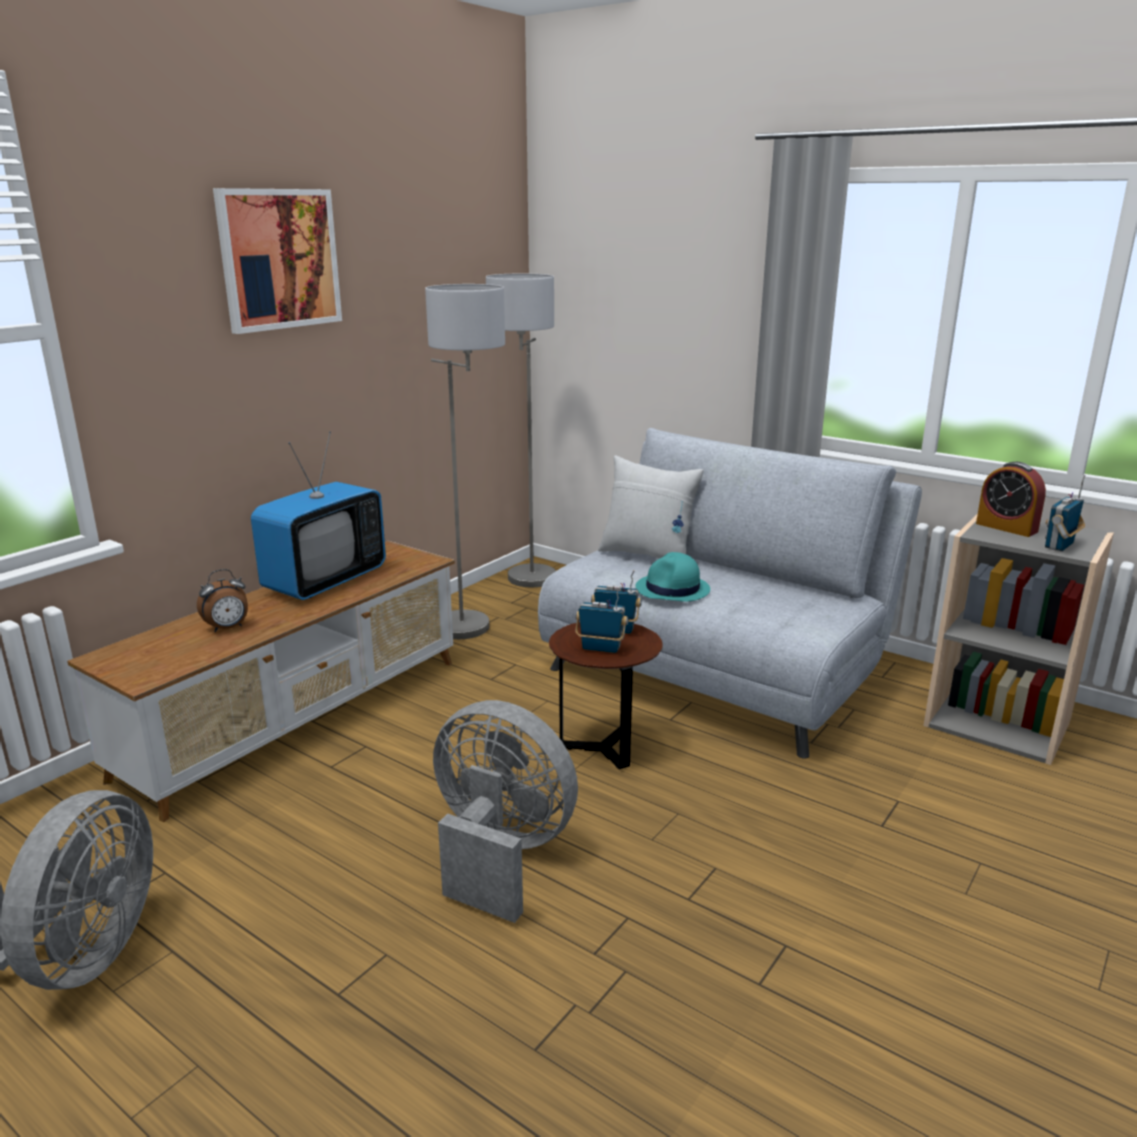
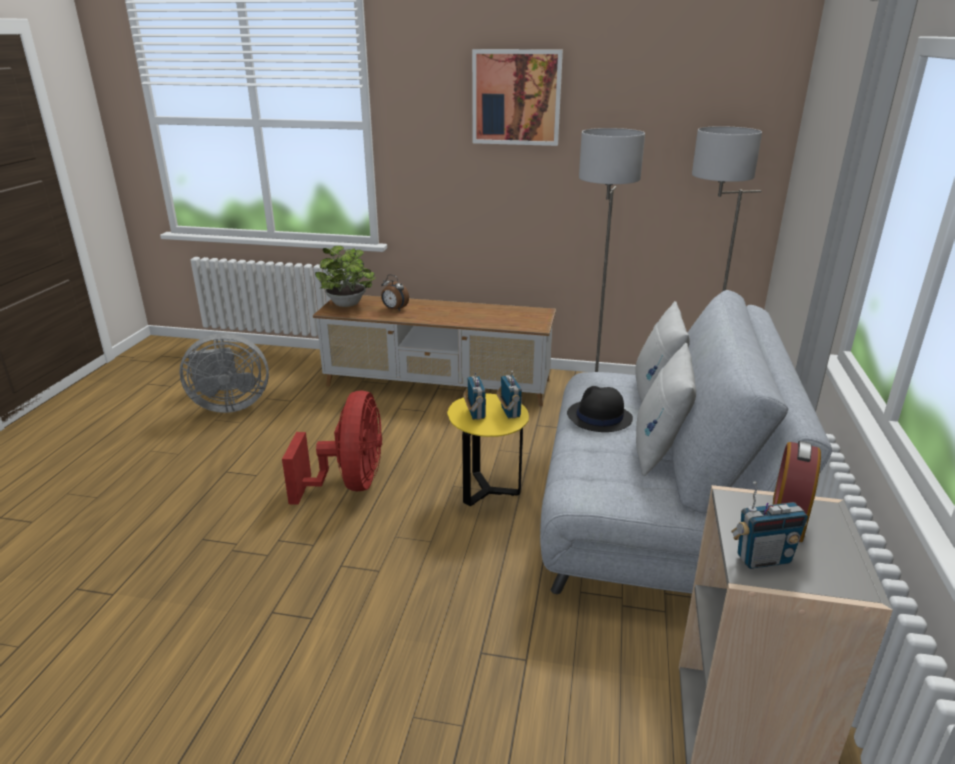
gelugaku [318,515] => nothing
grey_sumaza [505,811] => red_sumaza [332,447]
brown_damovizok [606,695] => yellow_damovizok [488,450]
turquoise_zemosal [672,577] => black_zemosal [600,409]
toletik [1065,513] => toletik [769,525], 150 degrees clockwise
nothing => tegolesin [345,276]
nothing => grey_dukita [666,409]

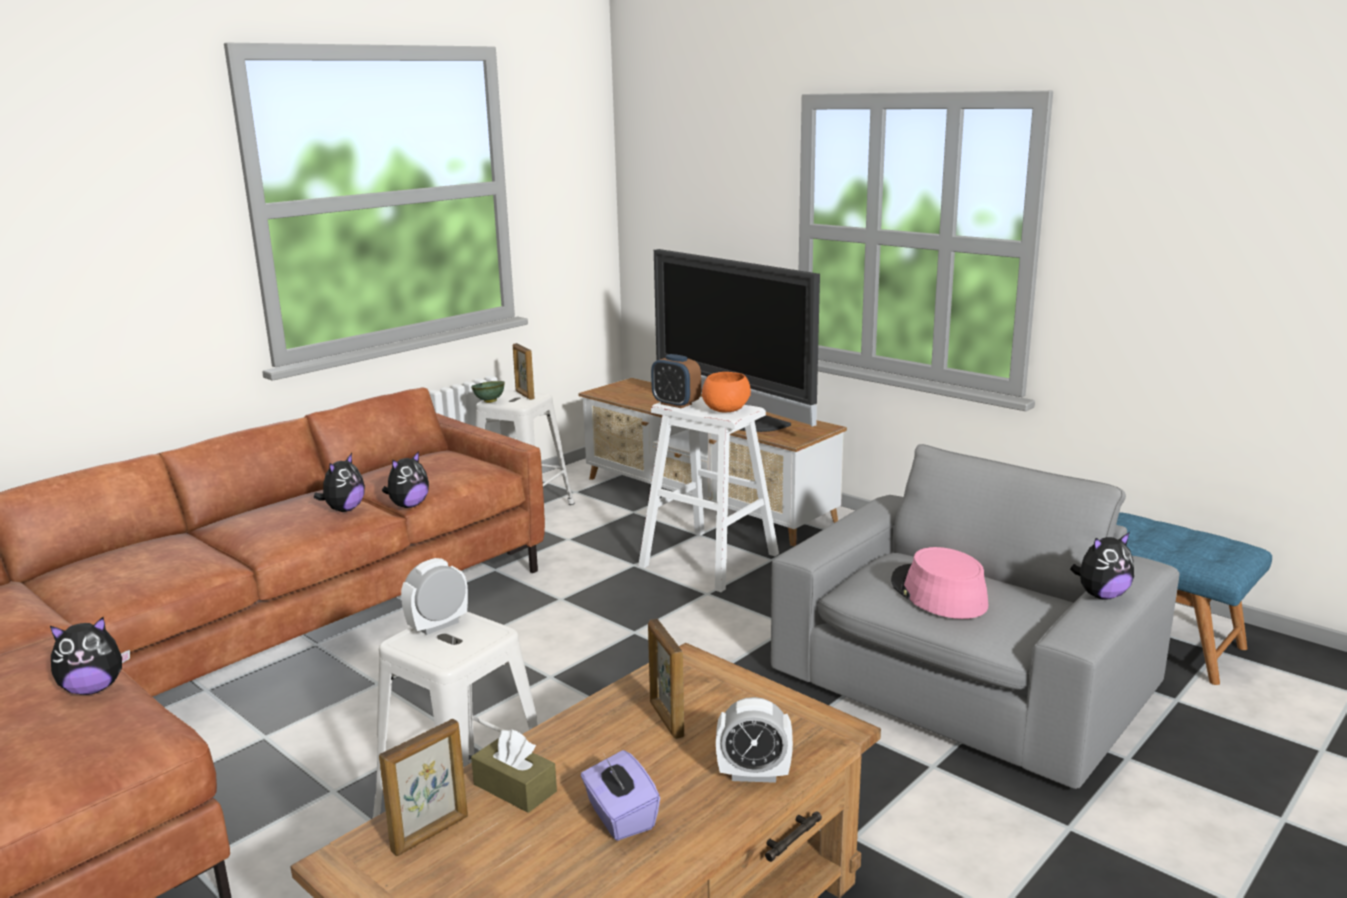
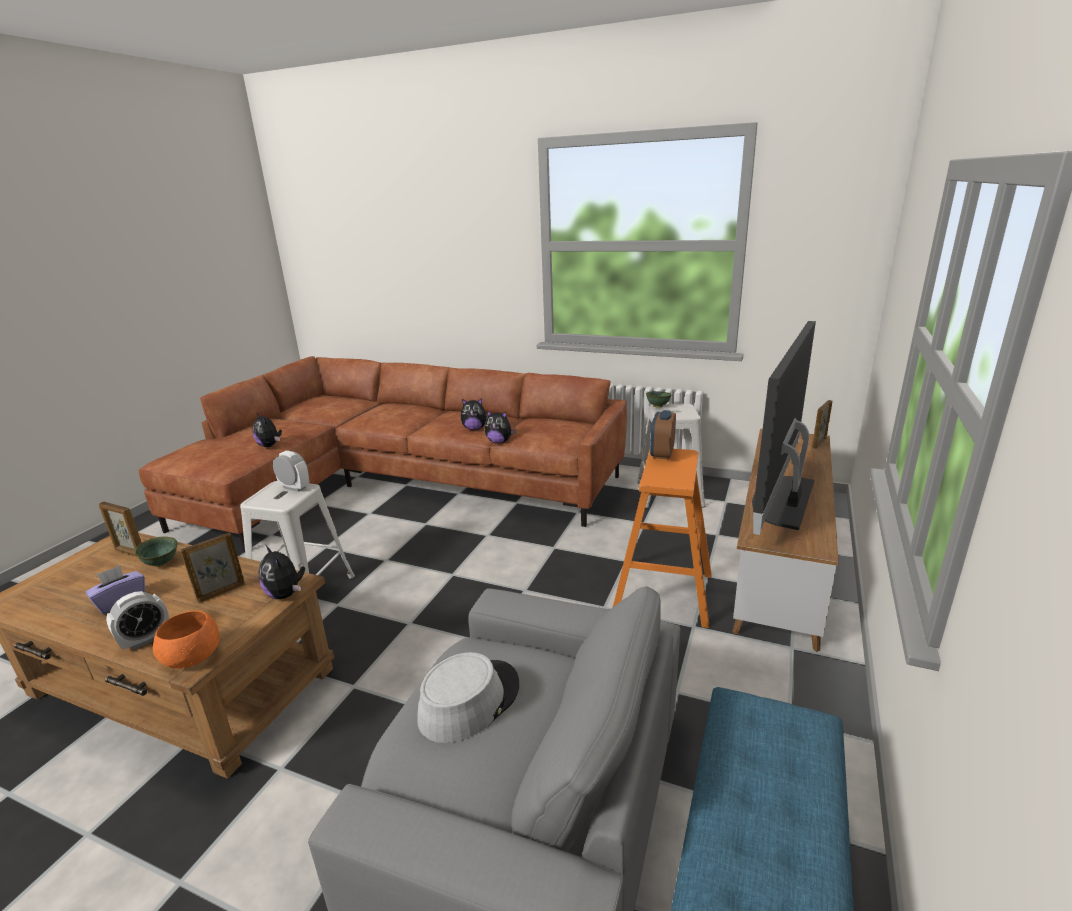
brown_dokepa [514,771] => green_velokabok [156,552]
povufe [524,371] => povufe [822,424], moved
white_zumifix [708,494] => orange_zumifix [662,538]
orange_velokabok [726,392] => orange_velokabok [186,640], moved
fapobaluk [754,740] => fapobaluk [137,620], 120 degrees counterclockwise
pink_zemosal [939,583] => grey_zemosal [468,697]
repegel [1102,566] => repegel [281,572], moved

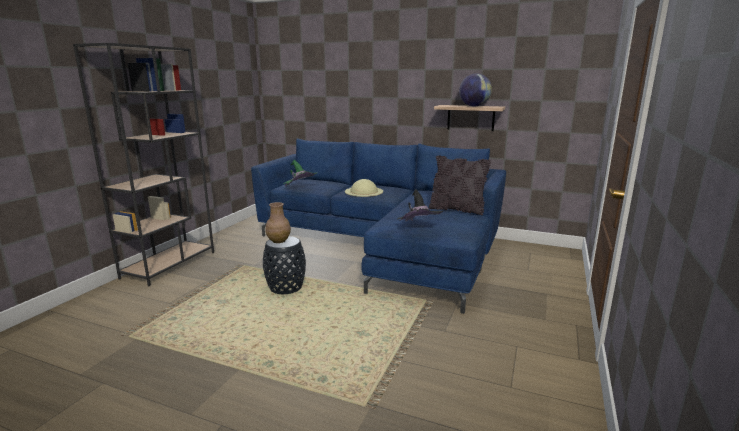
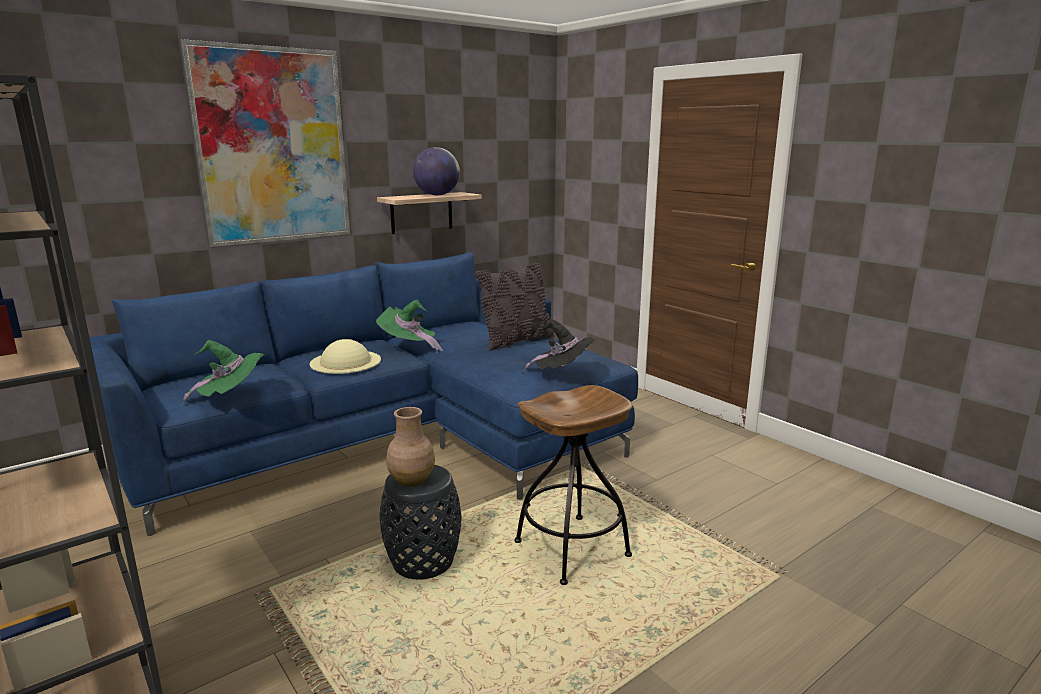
nothing => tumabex [265,143]
nothing => green_zemosal [409,327]
nothing => brown_zumifix [574,485]

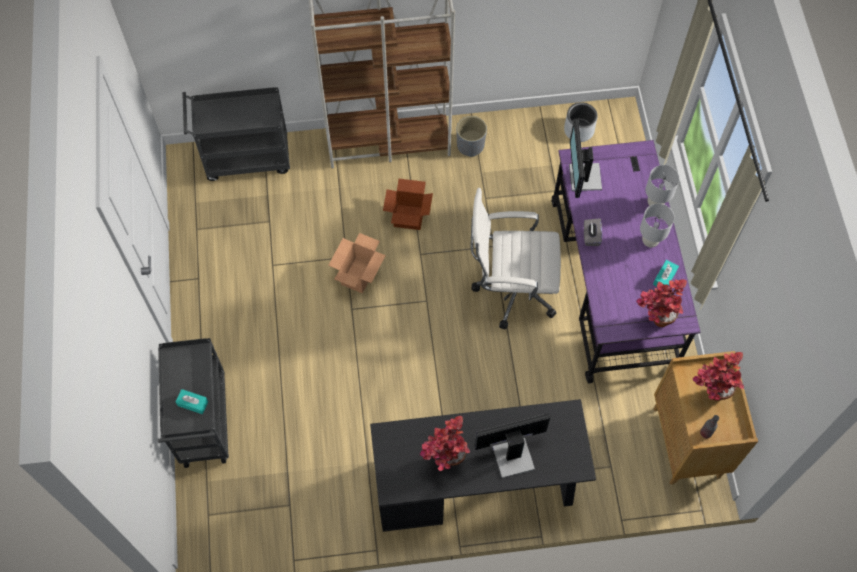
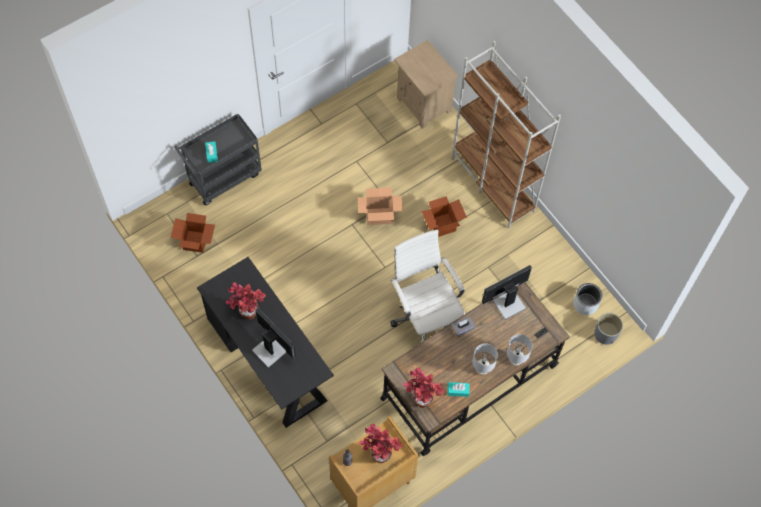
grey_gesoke [236,134] => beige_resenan [426,84]
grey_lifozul [471,136] => grey_lifozul [608,329], moved
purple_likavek [626,262] => brown_likavek [475,369]
nothing => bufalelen [192,233]

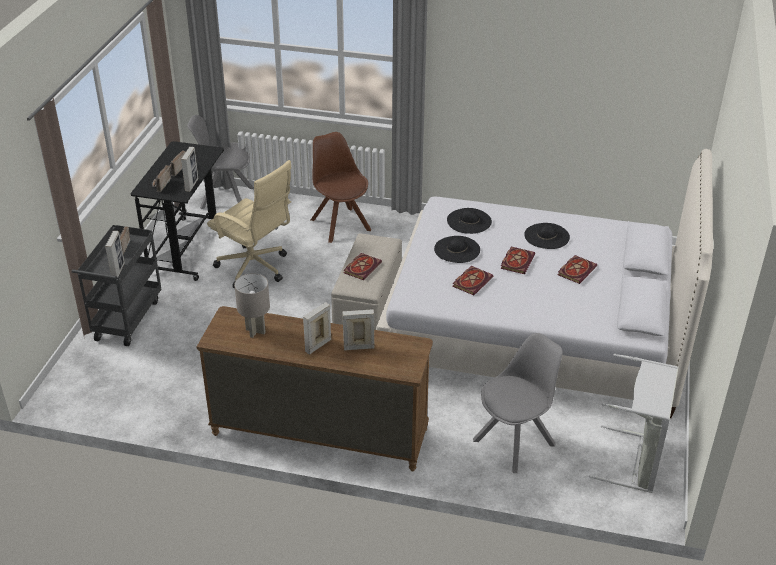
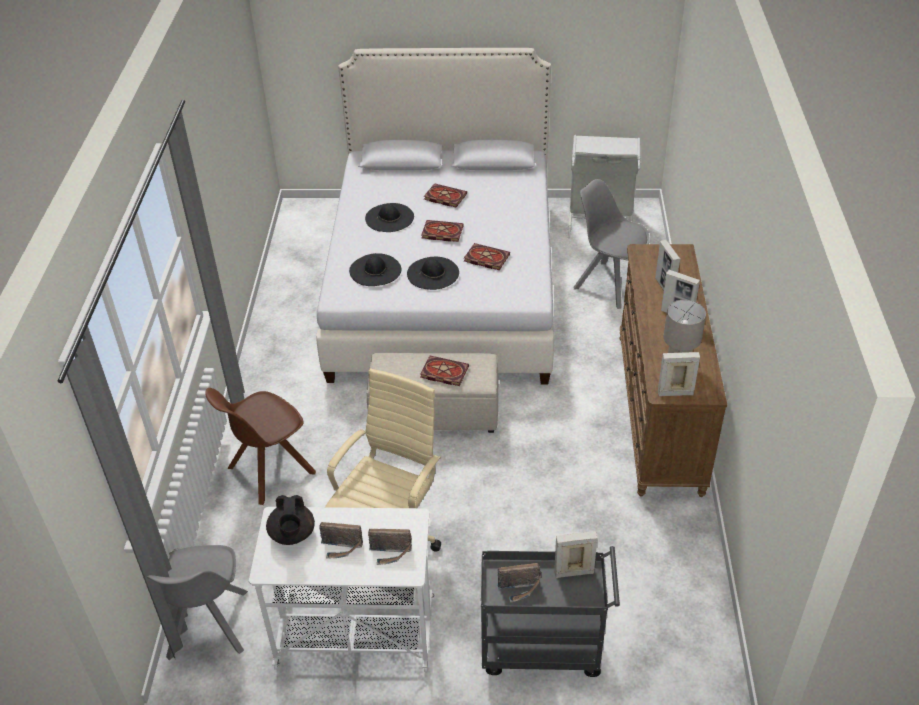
black_likavek [177,211] => white_likavek [341,589]
povufe [189,169] => povufe [679,374], moved
nothing => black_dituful [290,520]

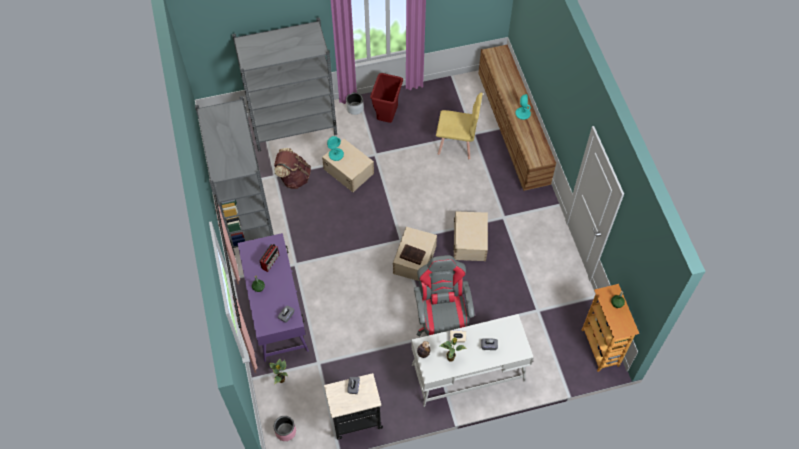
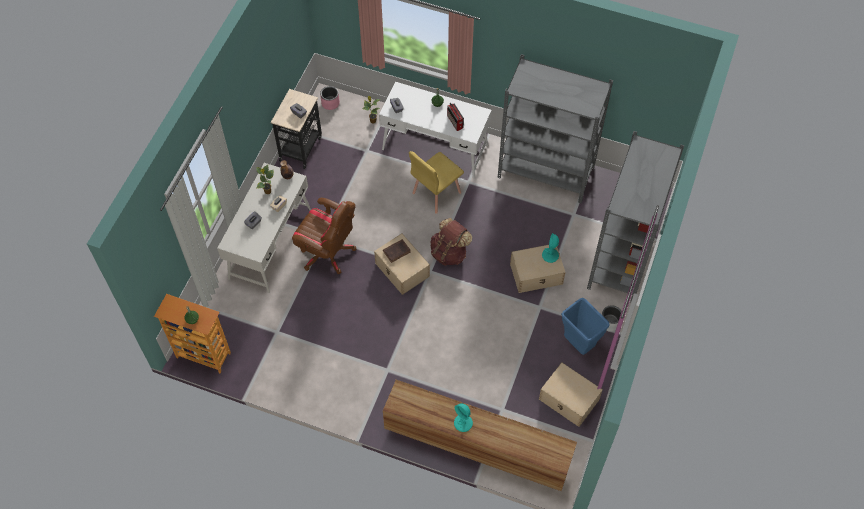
purple_likavek [273,297] => white_likavek [435,130]
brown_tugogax [292,168] => brown_tugogax [451,242], moved
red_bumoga [386,98] => blue_bumoga [585,326]
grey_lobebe [444,295] => brown_lobebe [324,236]
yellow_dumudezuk [459,126] => yellow_dumudezuk [436,182], moved
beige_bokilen [470,236] => beige_bokilen [571,394], moved

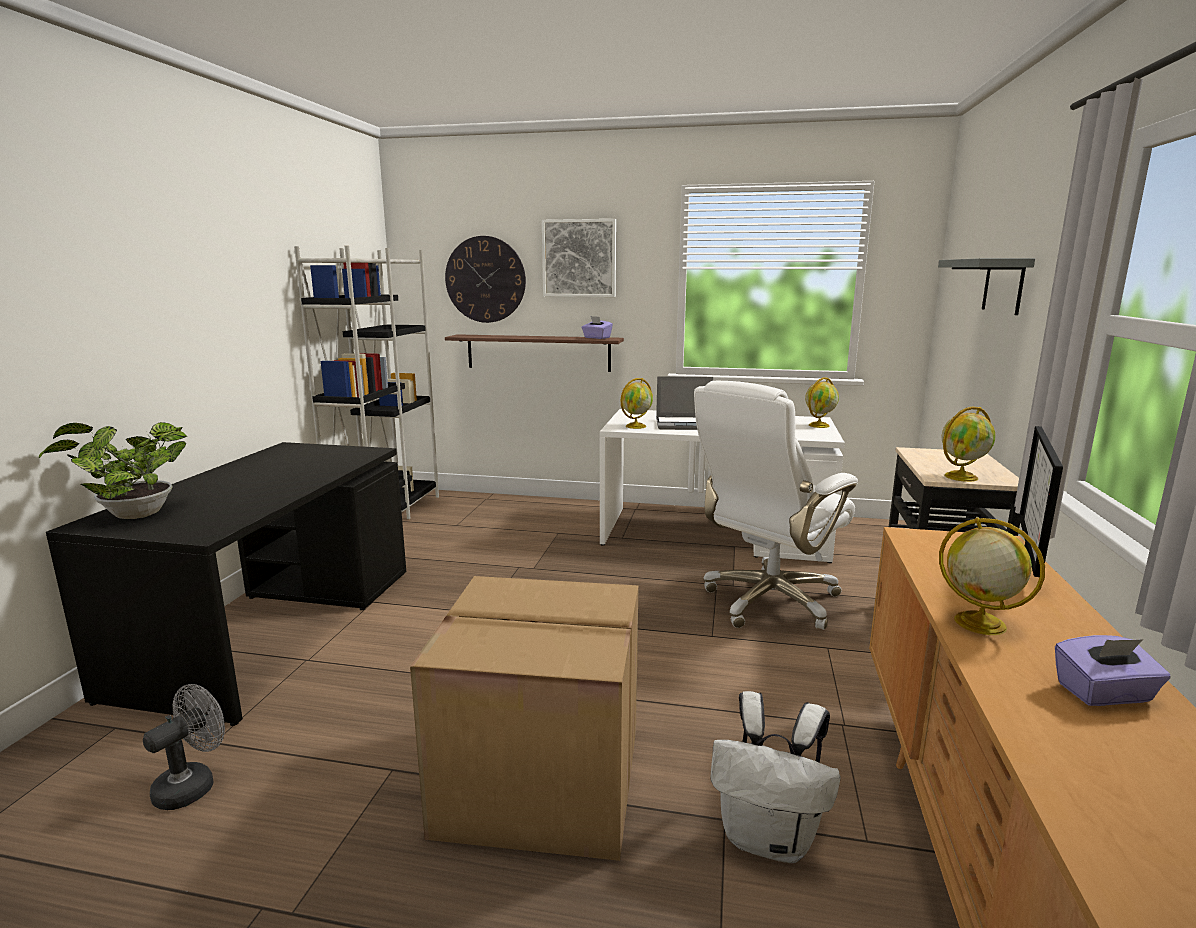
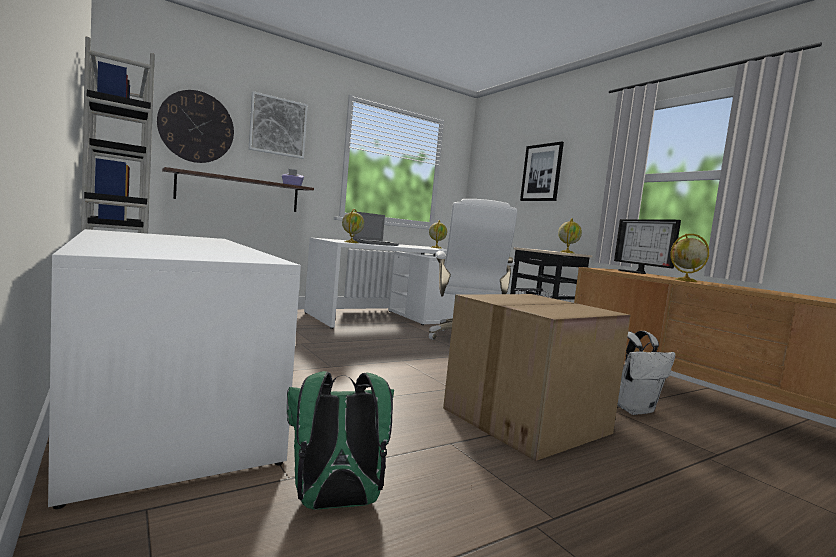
tegolesin [113,470] => nothing
black_likavek [226,584] => white_likavek [174,369]
grey_sumaza [184,747] => green_tugogax [340,440]
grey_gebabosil [986,286] => tumabex [542,171]
purple_dokepa [1112,670] => nothing

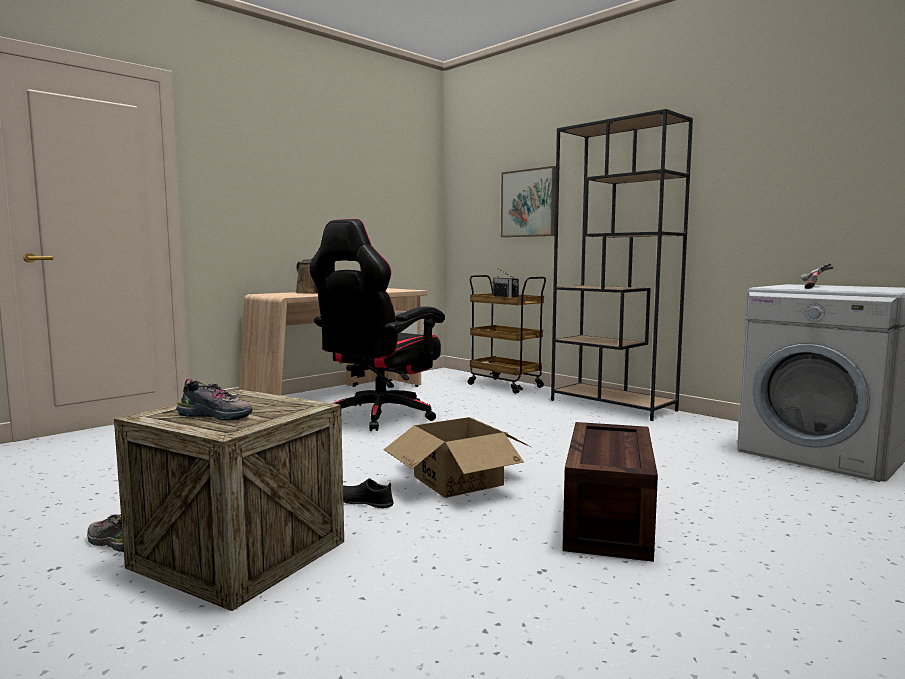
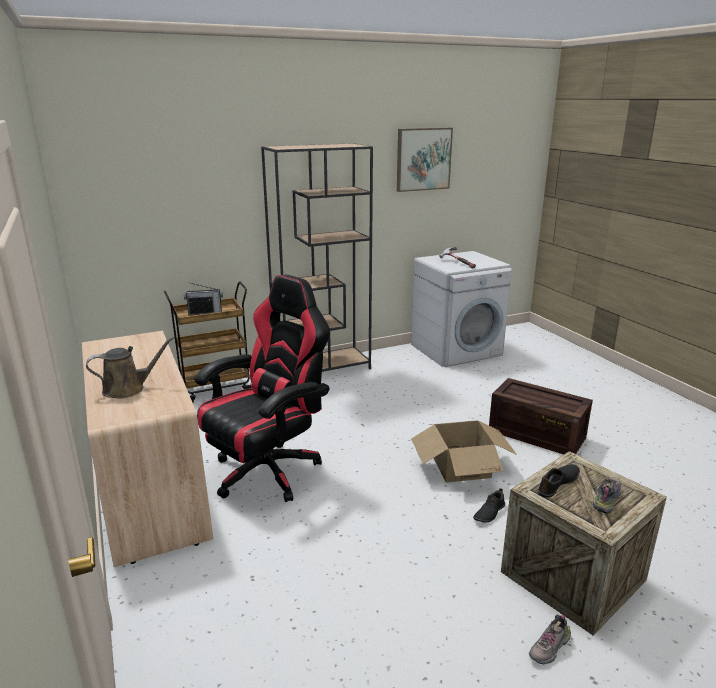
black_lobebe [377,325] => black_lobebe [262,388], 105 degrees counterclockwise
tumabex [528,201] => tumabex [425,160], moved
nothing => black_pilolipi [558,481]

